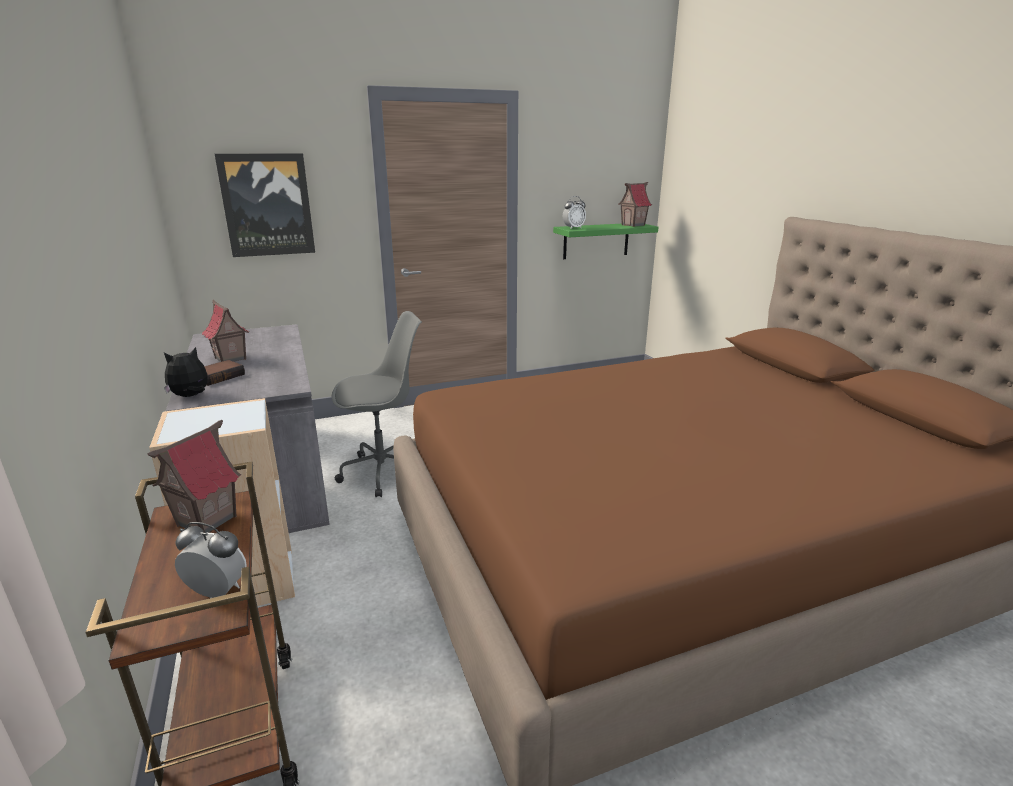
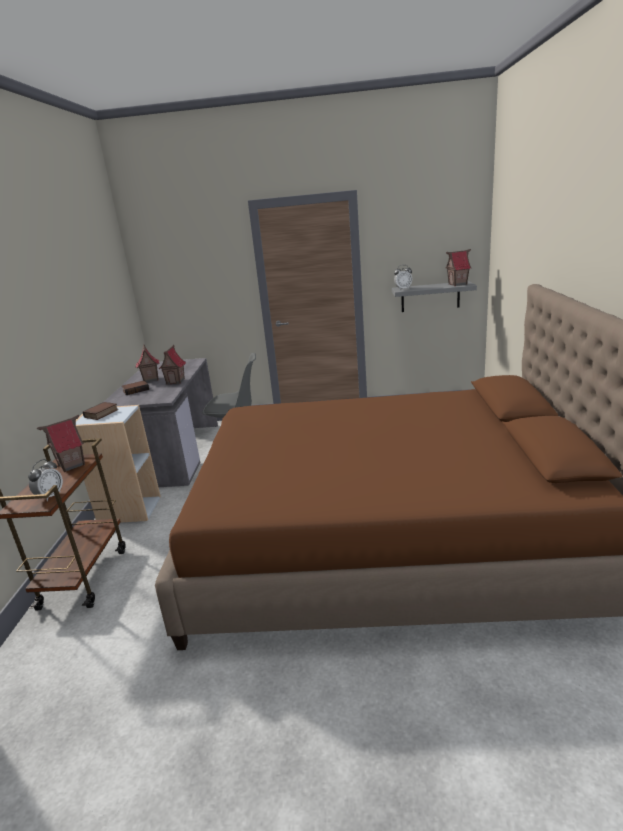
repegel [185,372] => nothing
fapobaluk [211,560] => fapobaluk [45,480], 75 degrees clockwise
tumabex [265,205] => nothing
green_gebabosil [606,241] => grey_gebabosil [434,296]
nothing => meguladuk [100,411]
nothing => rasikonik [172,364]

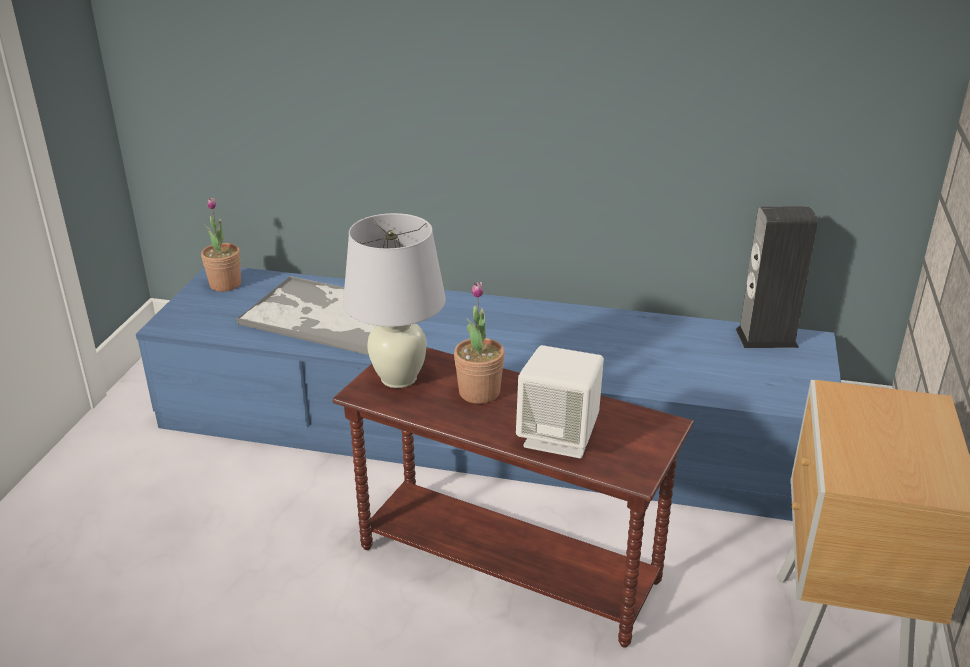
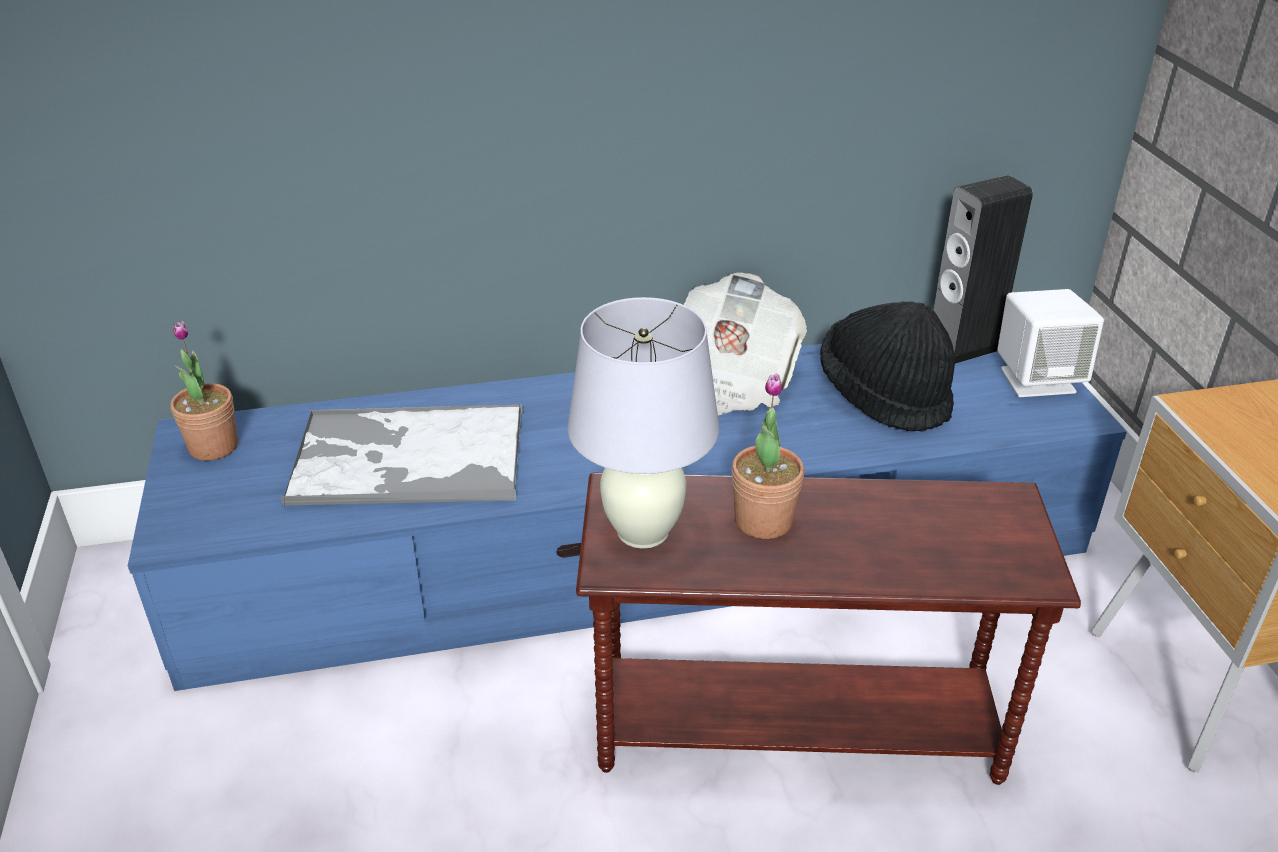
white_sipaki [560,401] => white_sipaki [1050,343], moved
nothing => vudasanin [745,344]
nothing => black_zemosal [887,366]

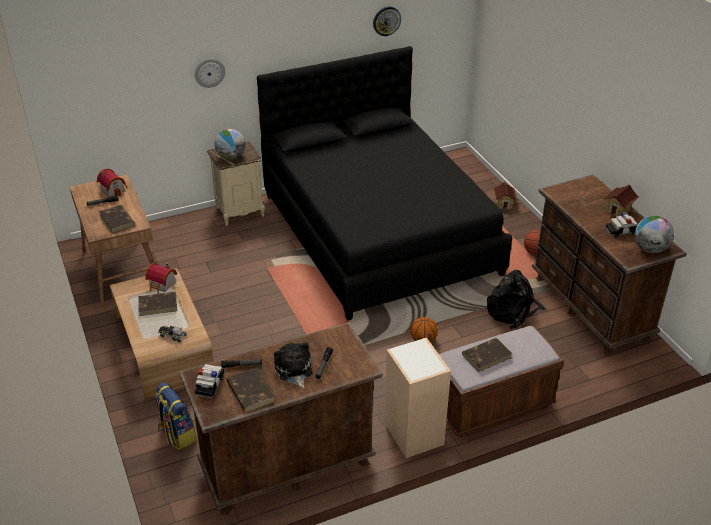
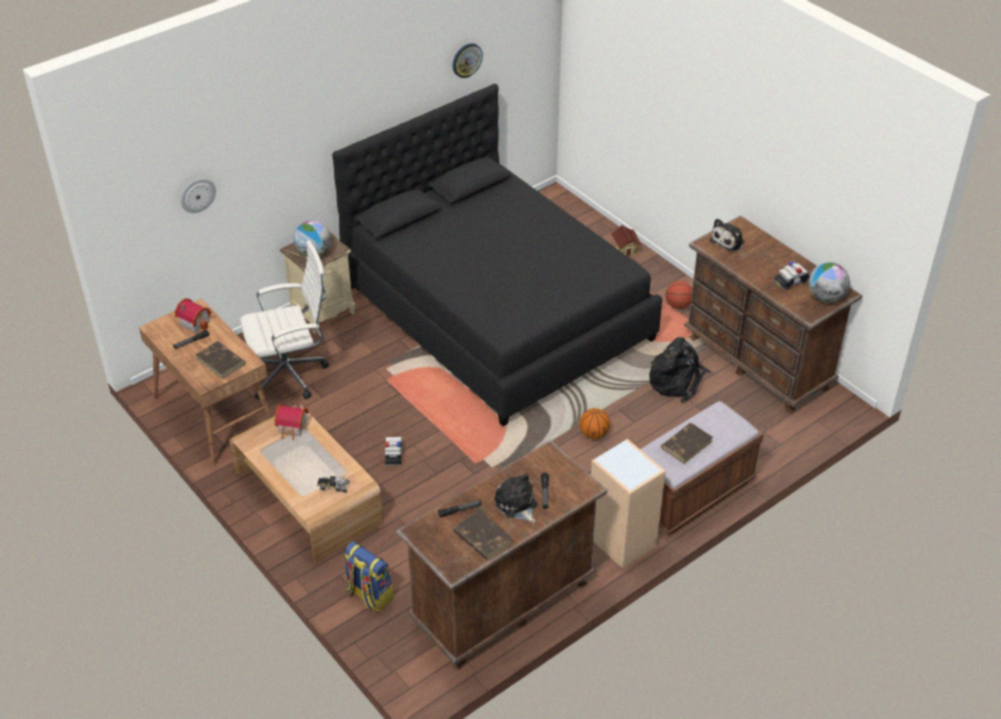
brown_meguladuk [157,304] => nothing
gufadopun [210,73] => gufadopun [198,195], moved
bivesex [210,381] => bivesex [394,451], moved
rasikonik [621,200] => nothing
nothing => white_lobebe [284,320]
nothing => repegel [727,235]

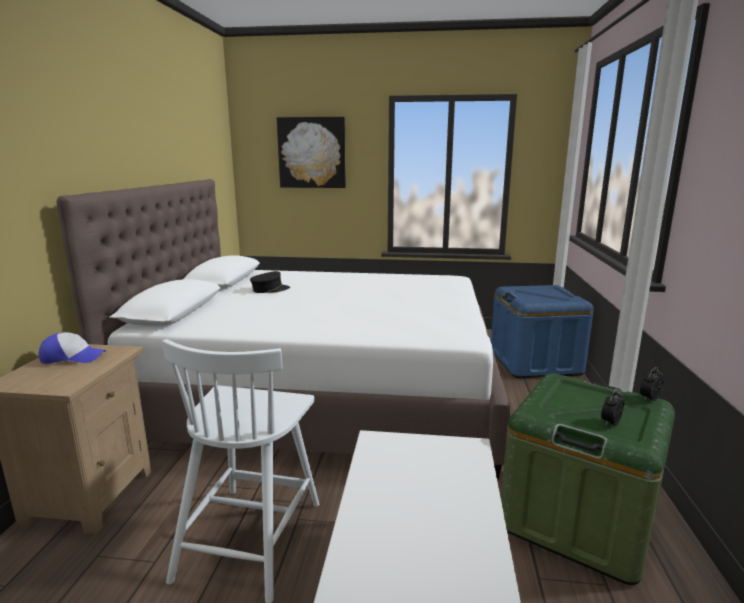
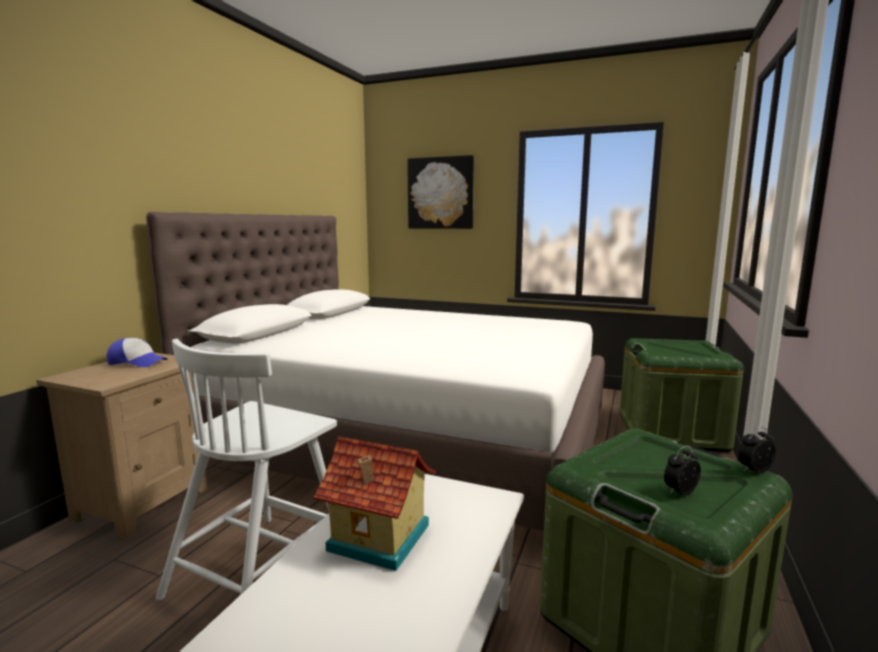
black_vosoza [270,282] => nothing
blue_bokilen [542,331] => green_bokilen [682,395]
nothing => rasikonik [374,503]

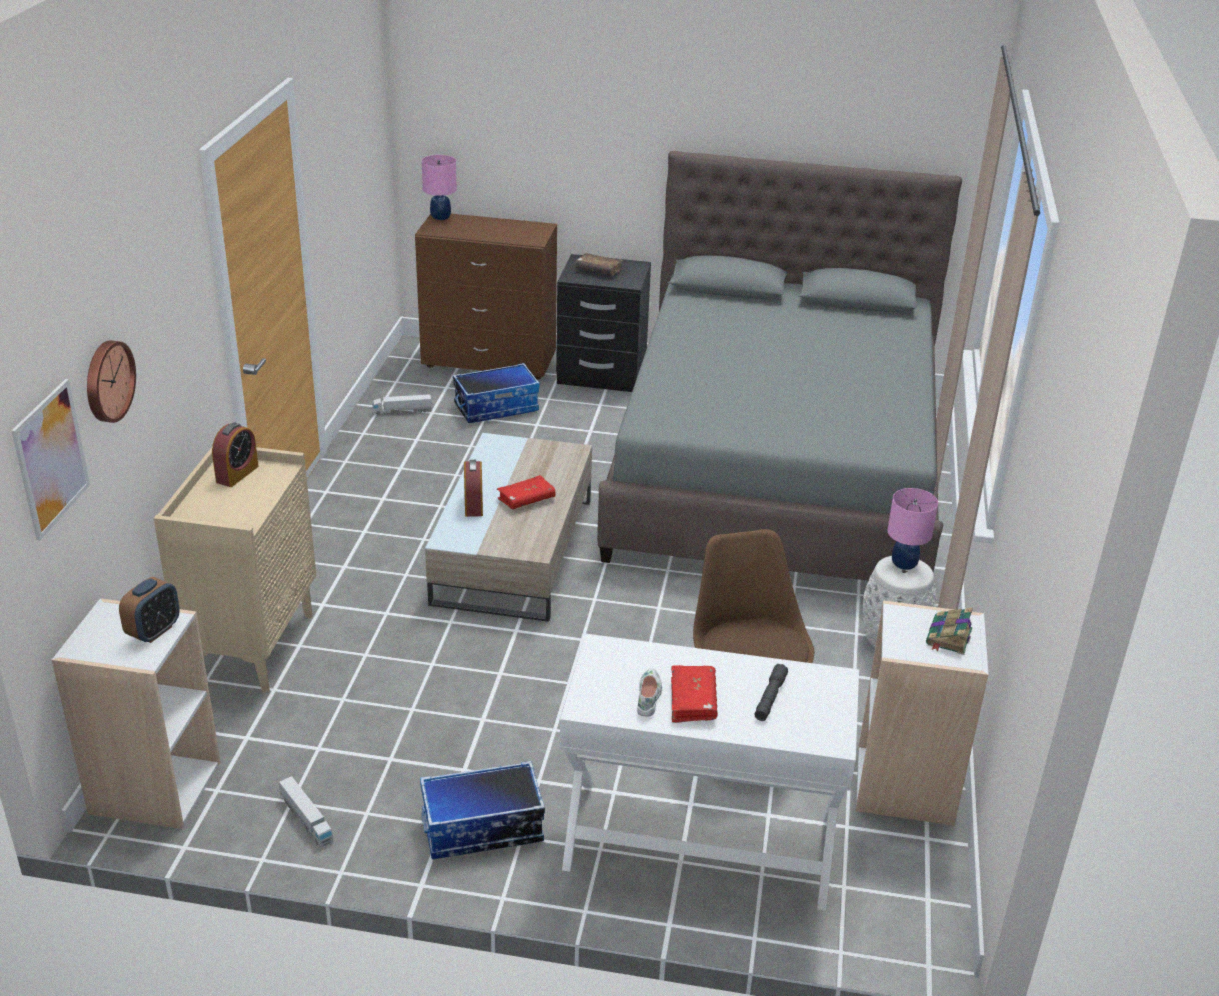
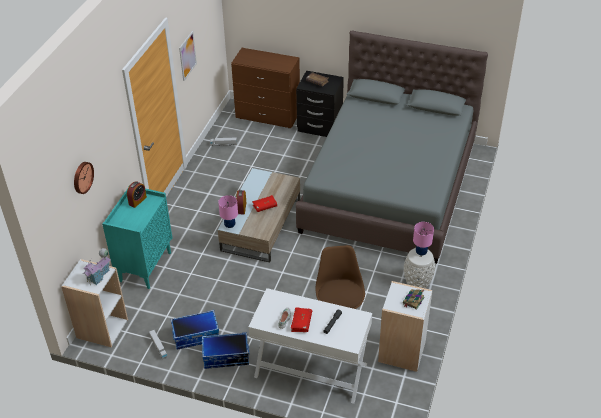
tumabex [50,460] => tumabex [188,56], moved
fapobaluk [149,610] => rasikonik [97,267]
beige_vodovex [235,569] => turquoise_vodovex [137,237]
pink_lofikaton [439,187] => pink_lofikaton [228,211], moved
bokilen [496,393] => bokilen [195,330], moved

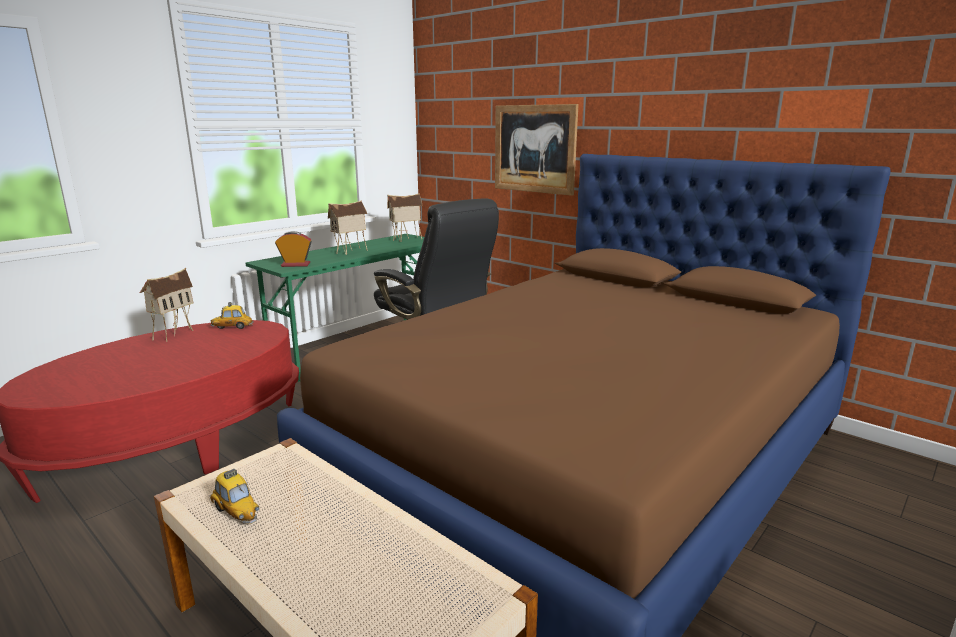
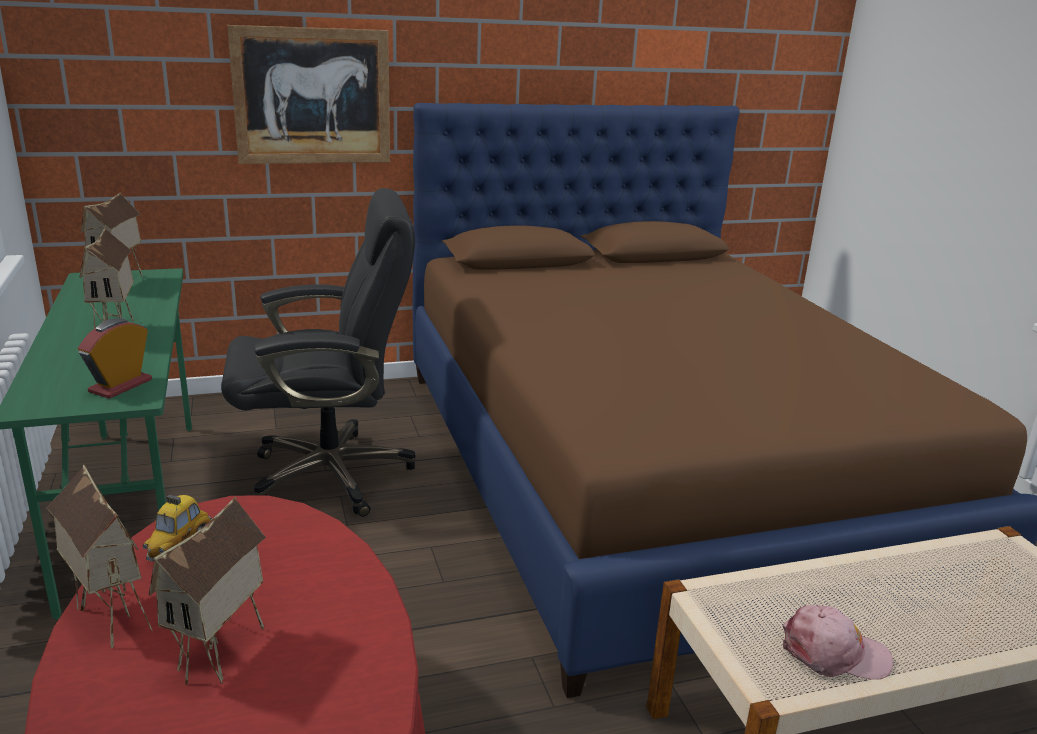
bivesex [235,496] => pink_vosoza [838,642]
nothing => rasikonik [207,591]

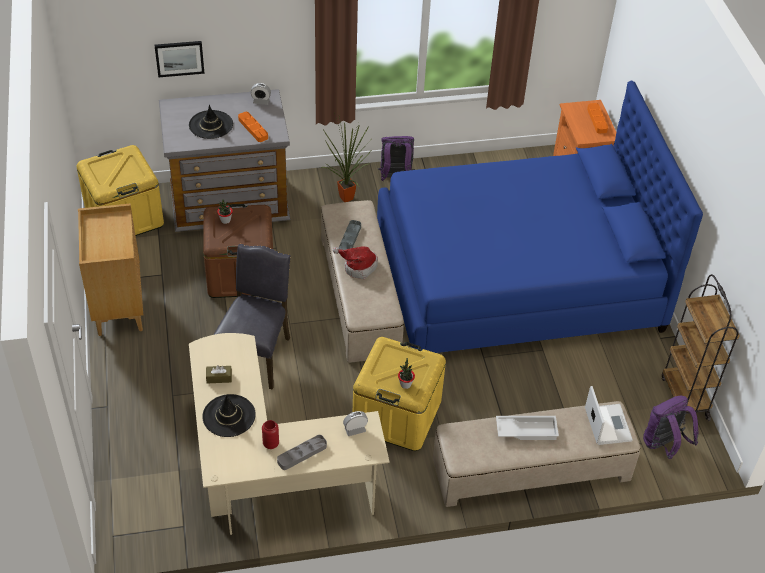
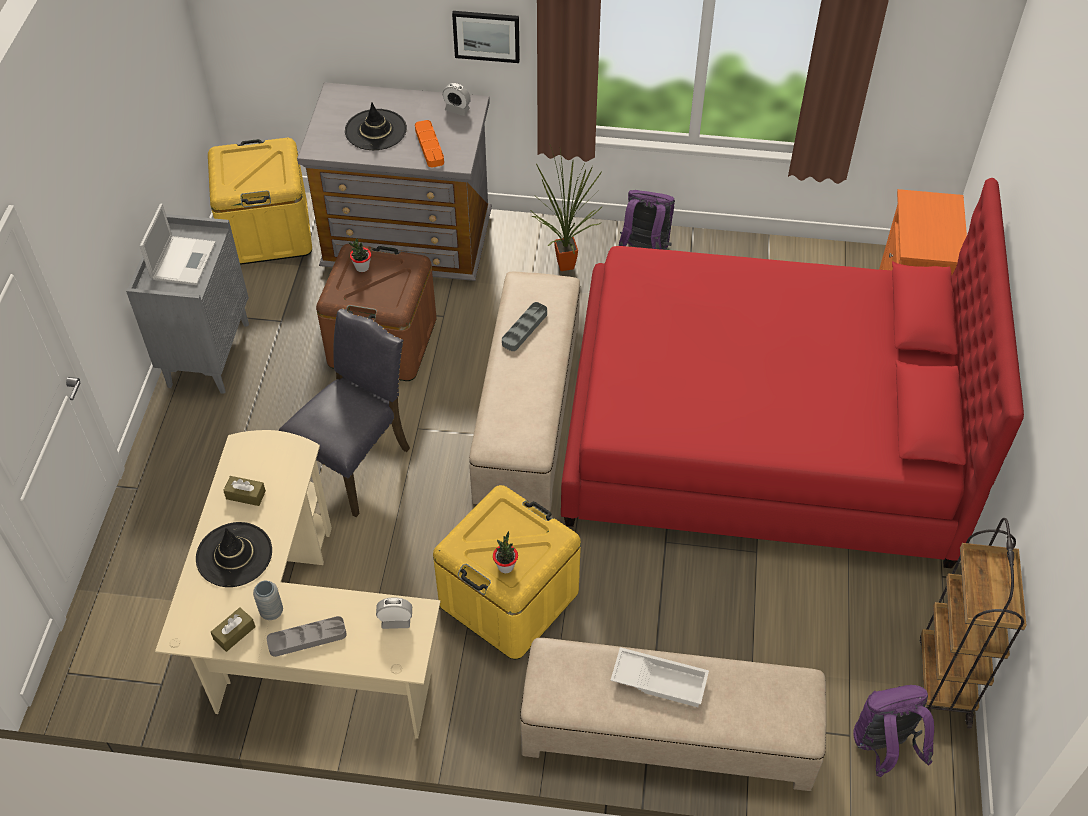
brown_vodovex [110,270] => grey_vodovex [187,304]
tumabex [179,59] => tumabex [486,37], moved
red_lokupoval [270,434] => grey_lokupoval [268,600]
zemosal [355,263] => nothing
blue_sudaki [540,217] => red_sudaki [792,373]
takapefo [609,415] => takapefo [178,244], moved
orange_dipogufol [597,118] => nothing
nothing => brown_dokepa [233,629]

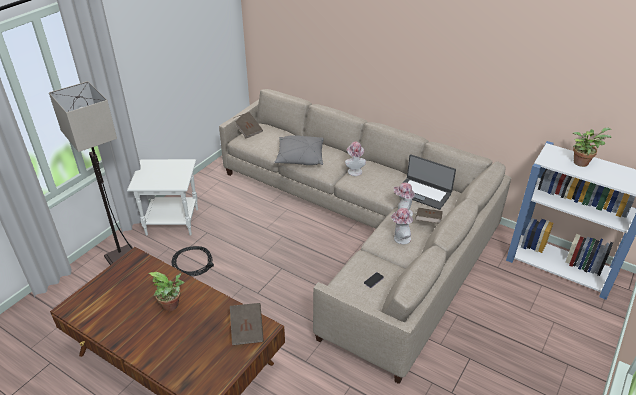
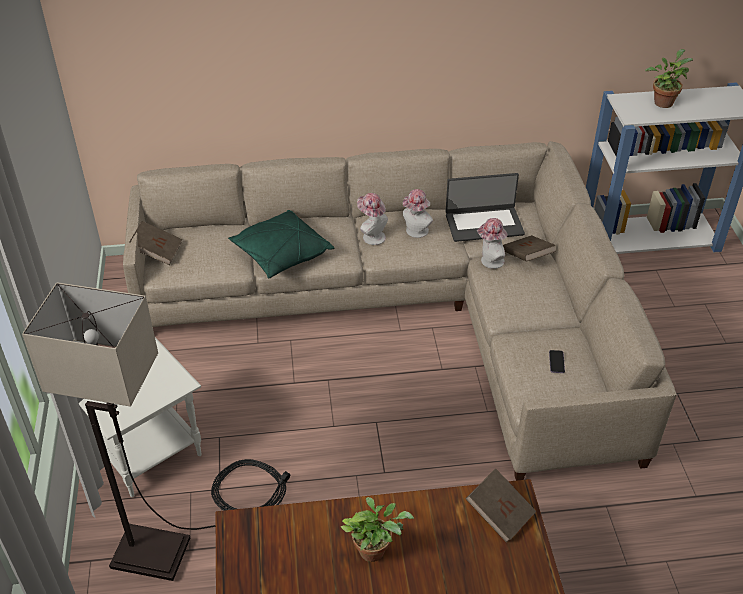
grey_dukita [299,150] => green_dukita [281,244]
zemosal [402,226] => zemosal [418,213], moved

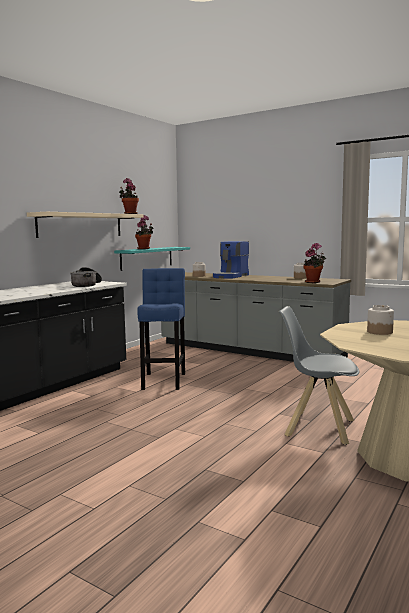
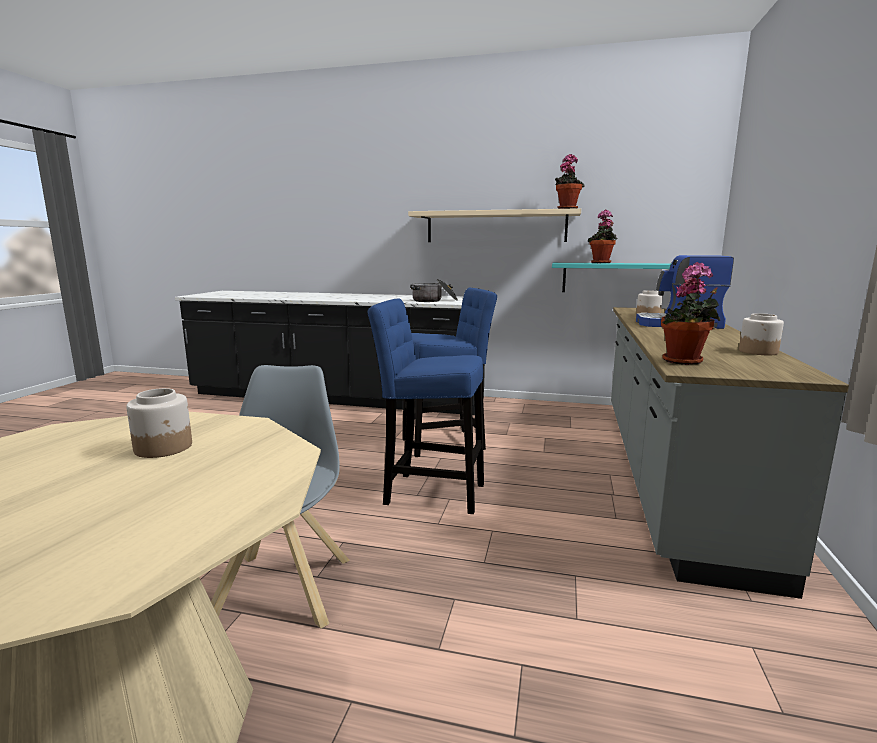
nothing => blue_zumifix [426,406]

